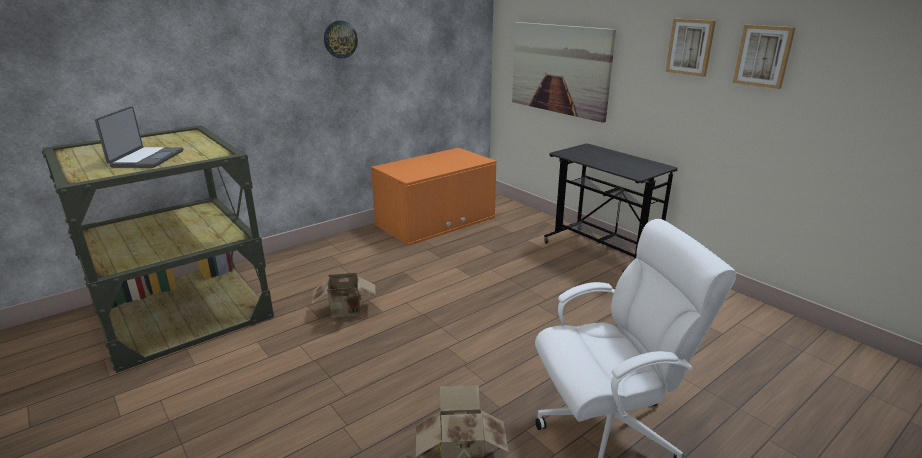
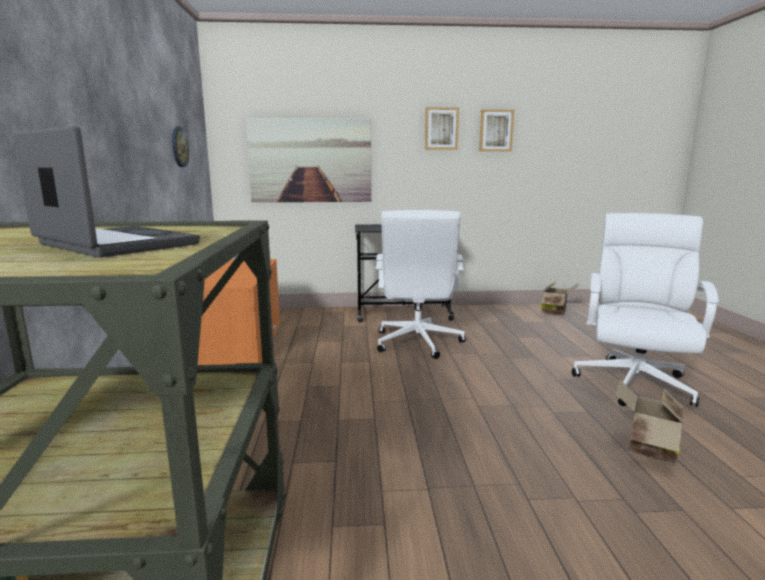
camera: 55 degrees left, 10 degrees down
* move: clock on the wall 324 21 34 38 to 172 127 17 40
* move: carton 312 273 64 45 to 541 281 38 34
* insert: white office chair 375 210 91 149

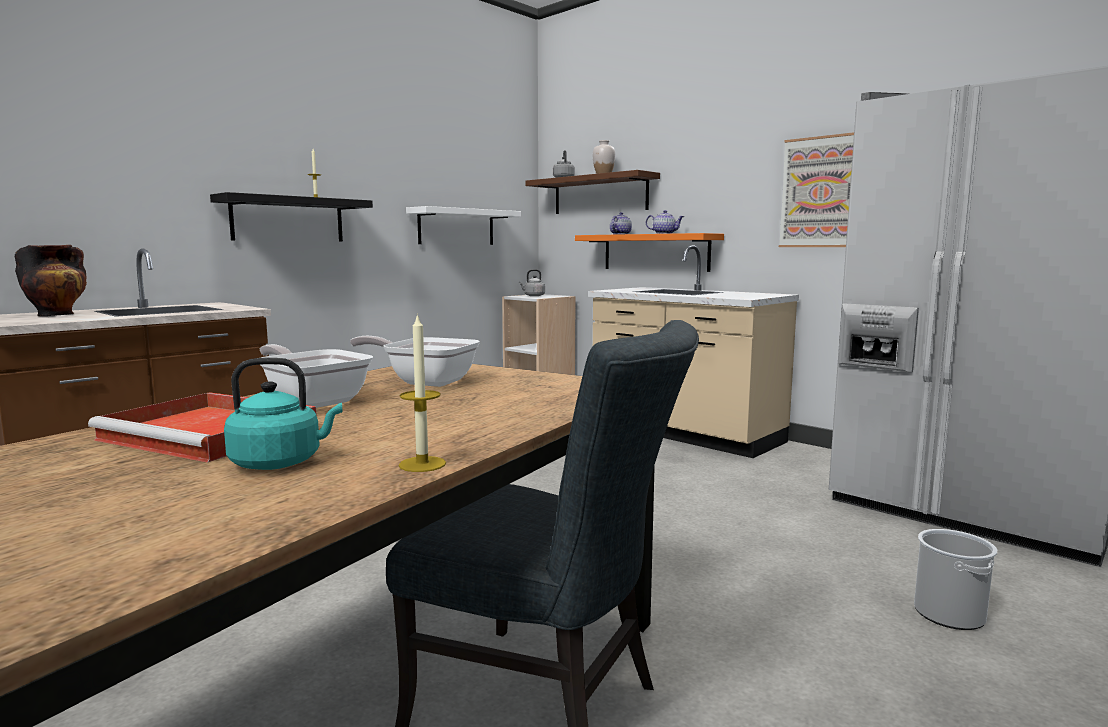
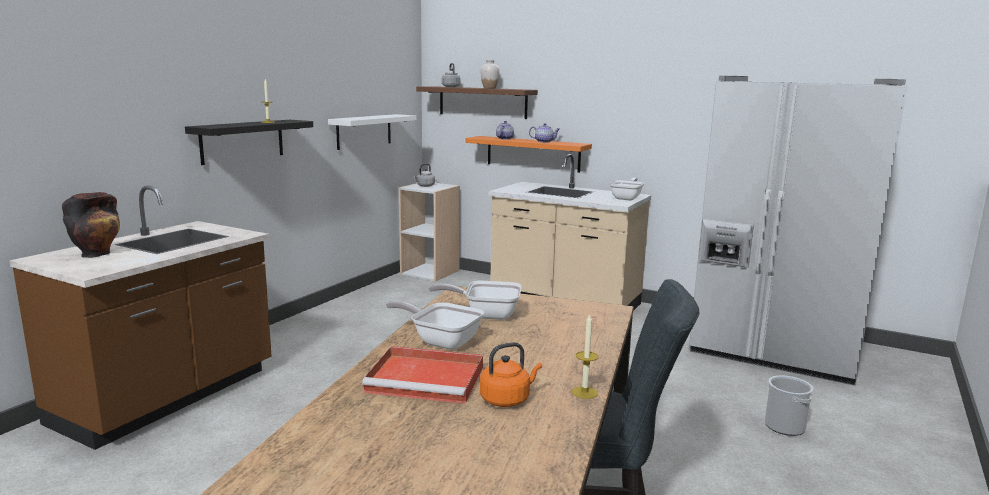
camera: 15 degrees left, 5 degrees up
* delete: wall art 779 132 75 115
* recolor: blue-green tea kettle 224 358 118 112 to orange-coloured tea kettle 480 342 62 65
* insert: skillet 609 178 35 22

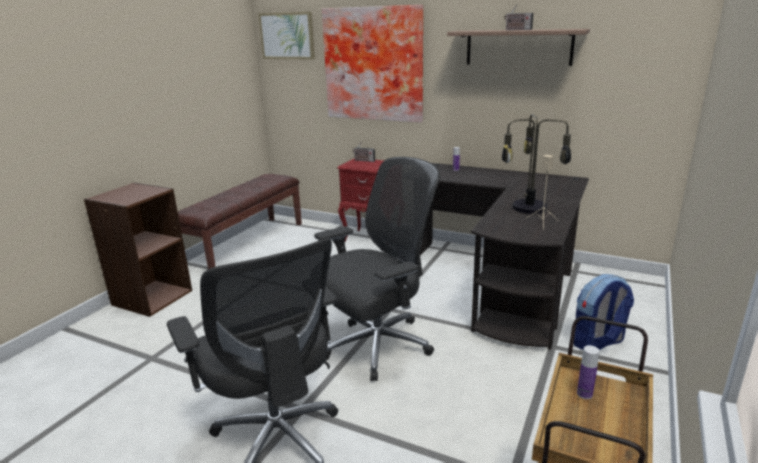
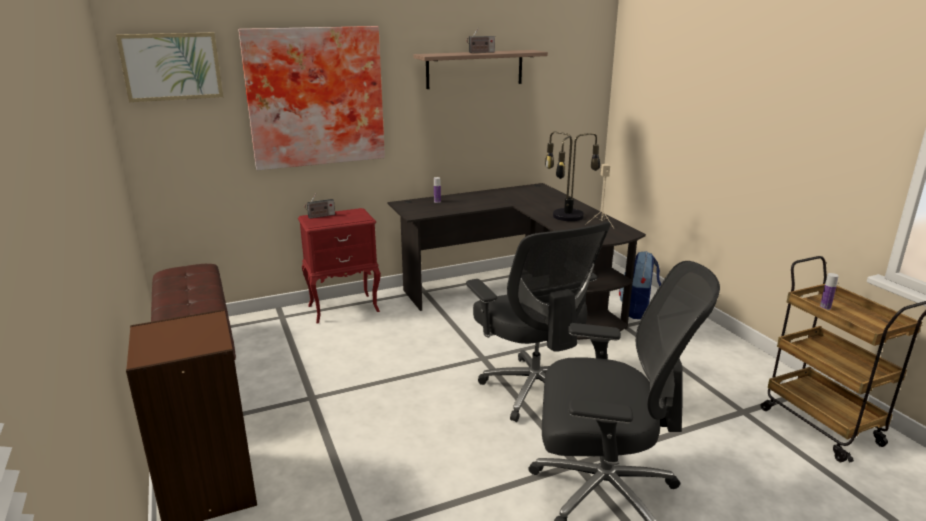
camera: 50 degrees left, 0 degrees up
* rotate: office chair 314 157 126 224 = 466 222 145 200 150 degrees clockwise

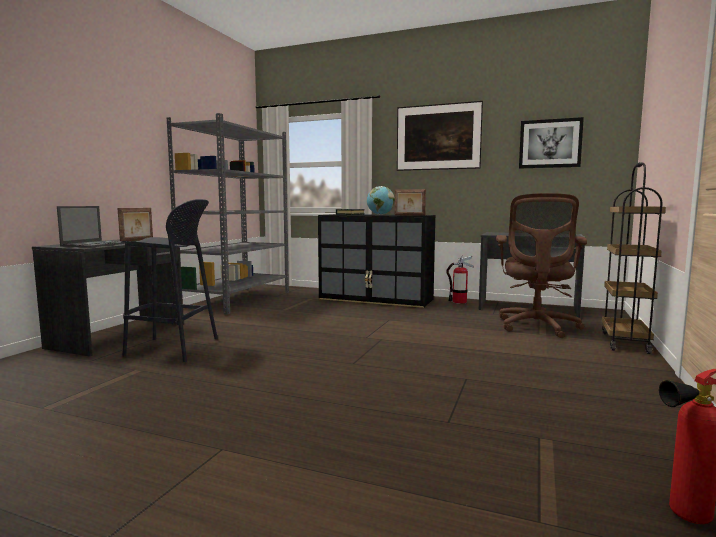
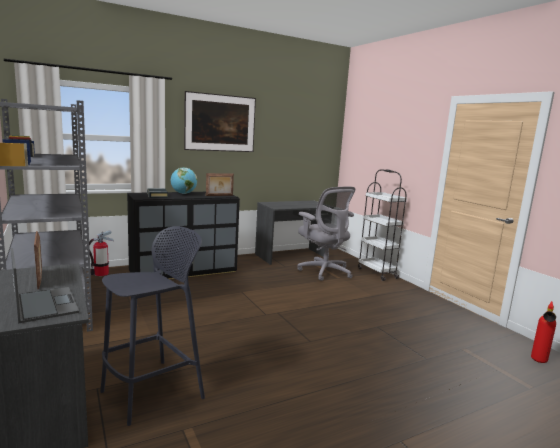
camera: 50 degrees left, 5 degrees up
* delete: wall art 519 117 65 51
* recolor: brown trolley 602 162 64 192 to white trolley 358 169 49 112
* recolor: brown office chair 496 193 91 145 to greyish office chair 297 187 58 94
* move: extinguisher 446 255 28 49 to 86 230 27 46

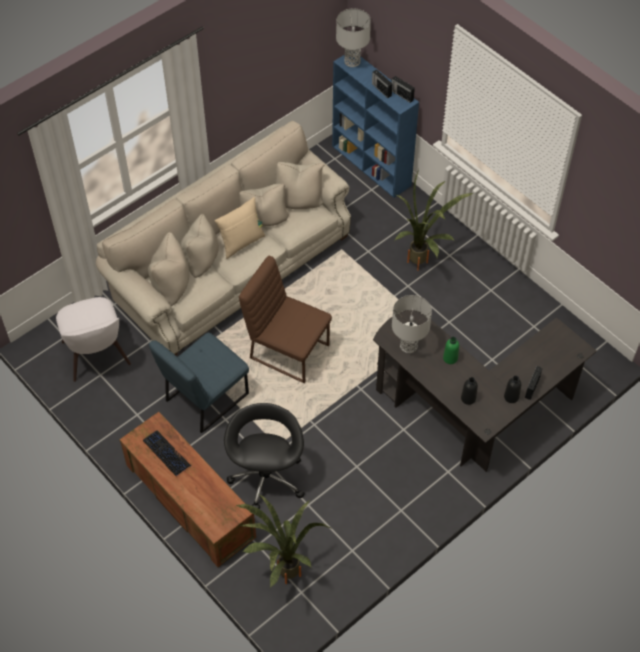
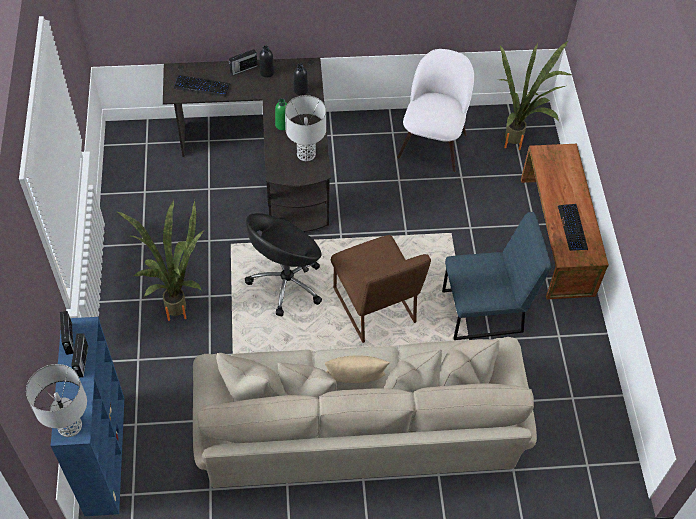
camera: 145 degrees left, 0 degrees up
* move: white plain chair 56 297 75 85 to 397 49 77 123
* move: black office chair 224 403 81 106 to 245 213 77 104
* insert: computer keyboard 174 75 56 22

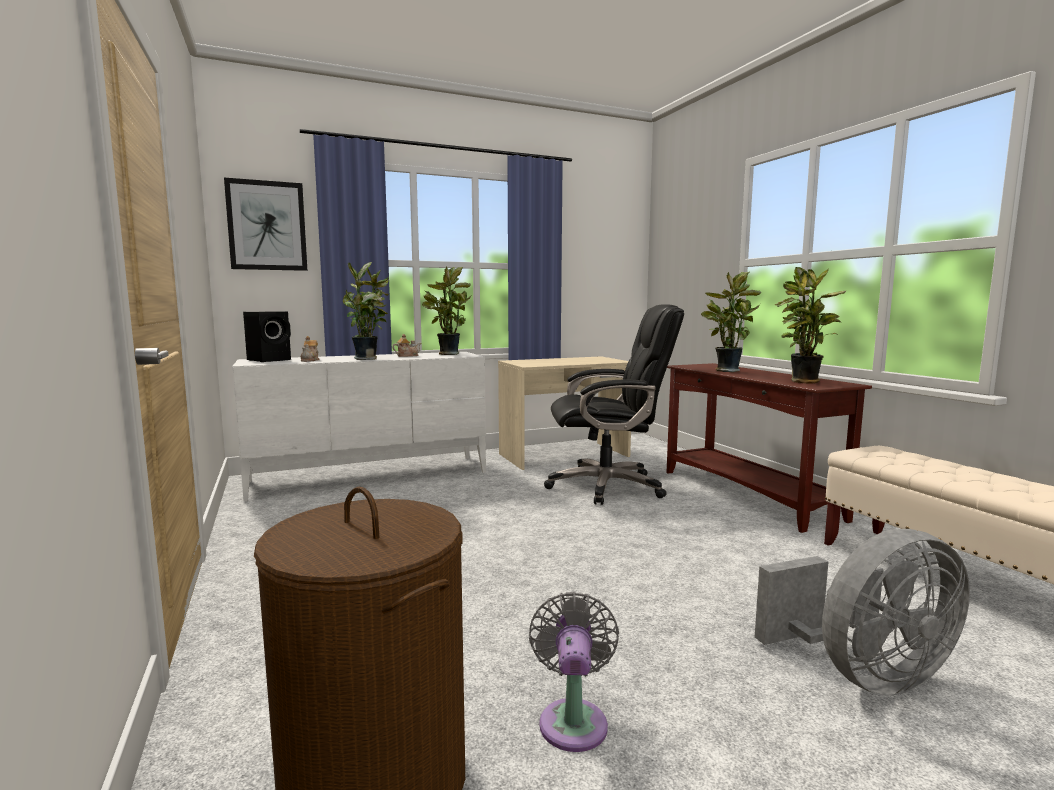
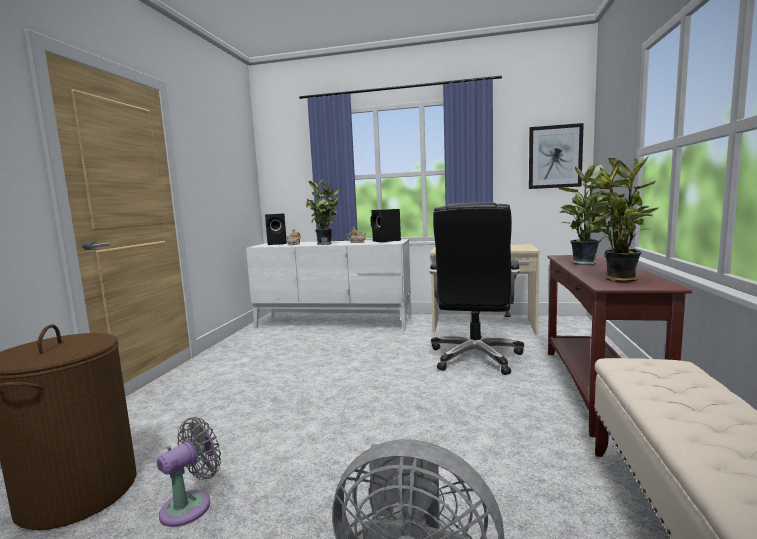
camera: 35 degrees right, 0 degrees up
* move: wall art 224 178 83 93 to 529 123 55 66
* replace: houseplant 422 266 49 89 to black loudspeaker 370 209 31 33
* rotate: black office chair 544 304 140 201 = 430 202 94 173 75 degrees clockwise

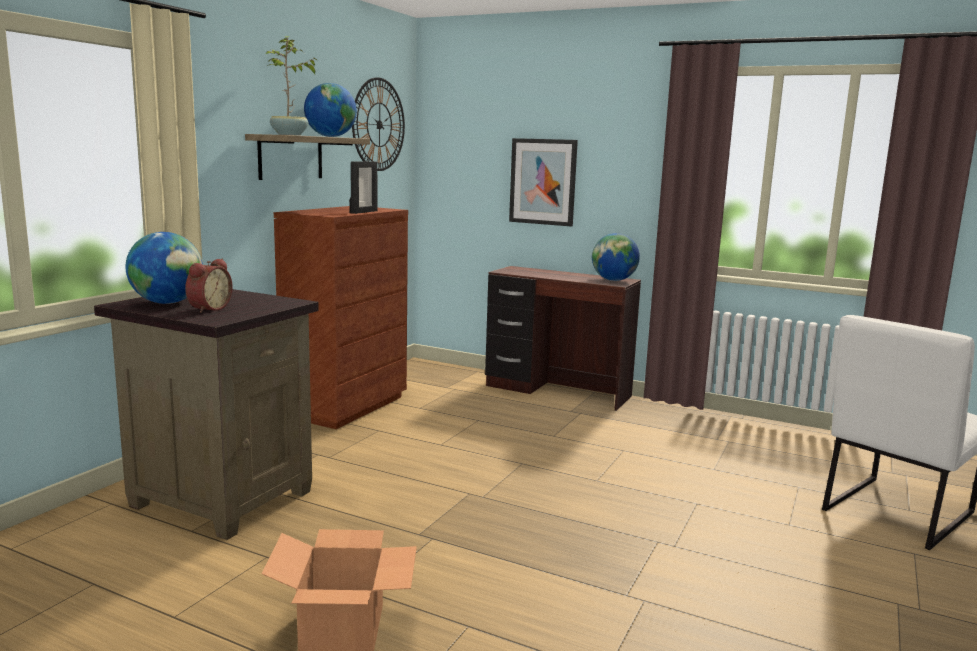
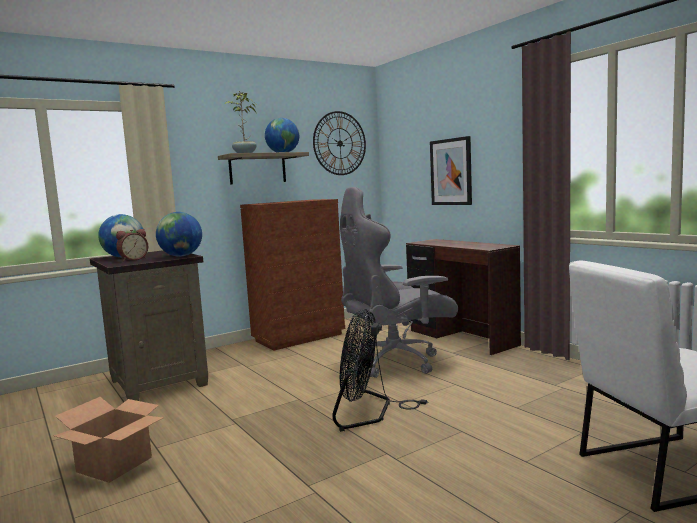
camera: 30 degrees right, 5 degrees down
* delete: picture frame 349 161 28 53
* move: desk globe 592 233 48 48 to 156 212 46 45
* insert: greyish office chair 340 187 118 191
* insert: black fan 332 309 97 123

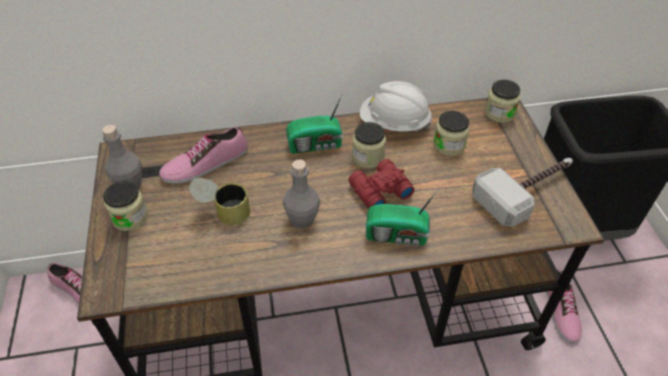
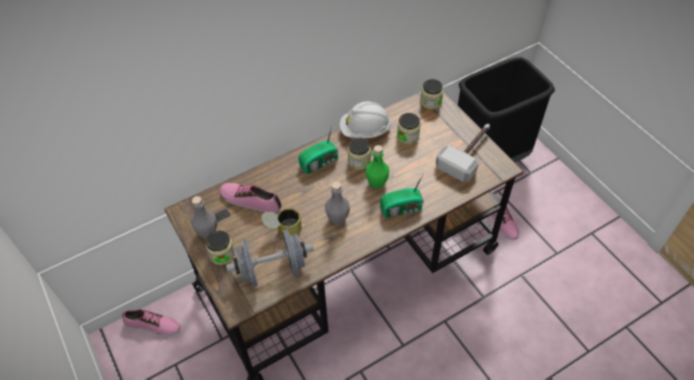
camera: 20 degrees left, 5 degrees up
* rotate: item of footwear 159 127 89 57 = 220 183 61 30 75 degrees clockwise
* replace: red-coloured field glasses 349 159 66 49 to green drink bottle 366 145 23 44
* insert: greyish hand weight 226 229 88 58

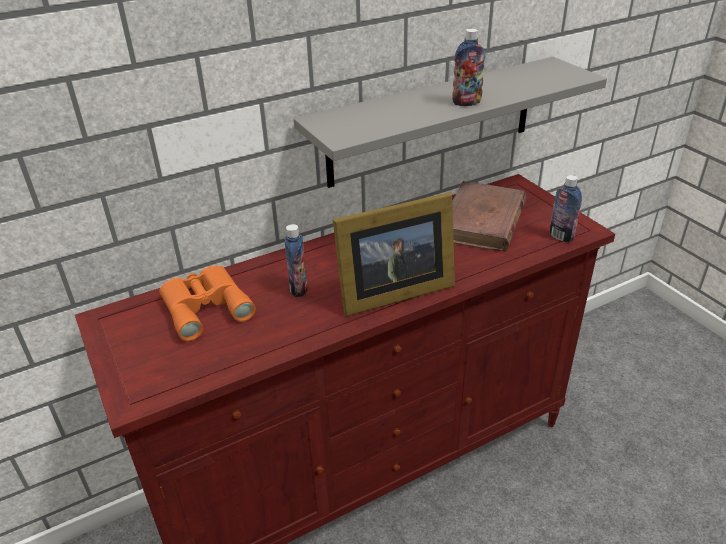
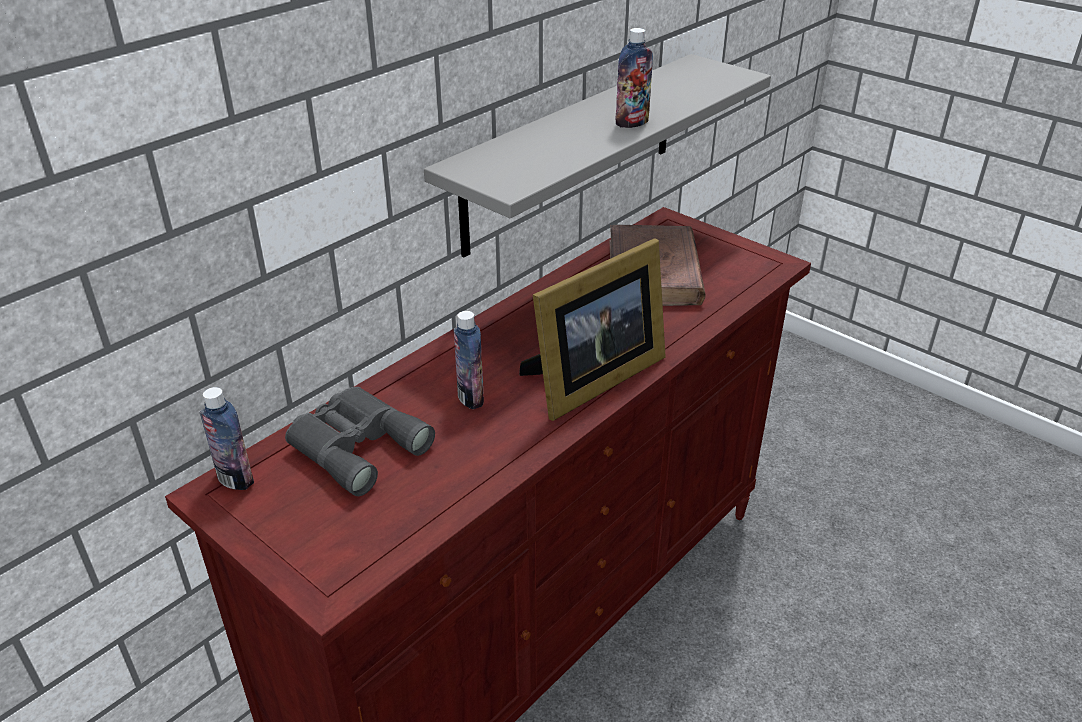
camera: 20 degrees left, 0 degrees up
* move: drink bottle 550 175 32 68 to 200 387 54 103
* recolor: orange-coloured field glasses 159 266 97 75 to greyish field glasses 285 387 150 109

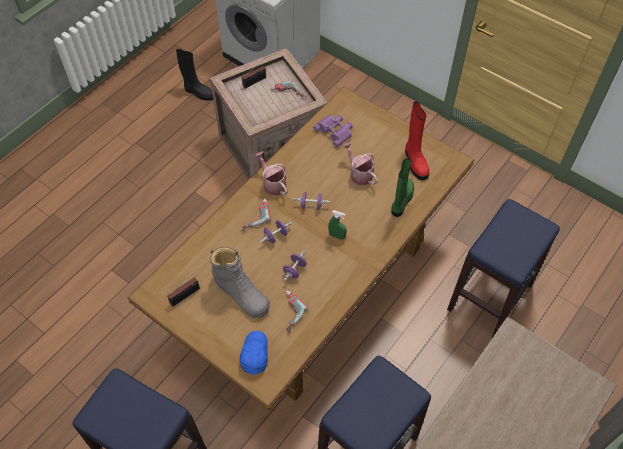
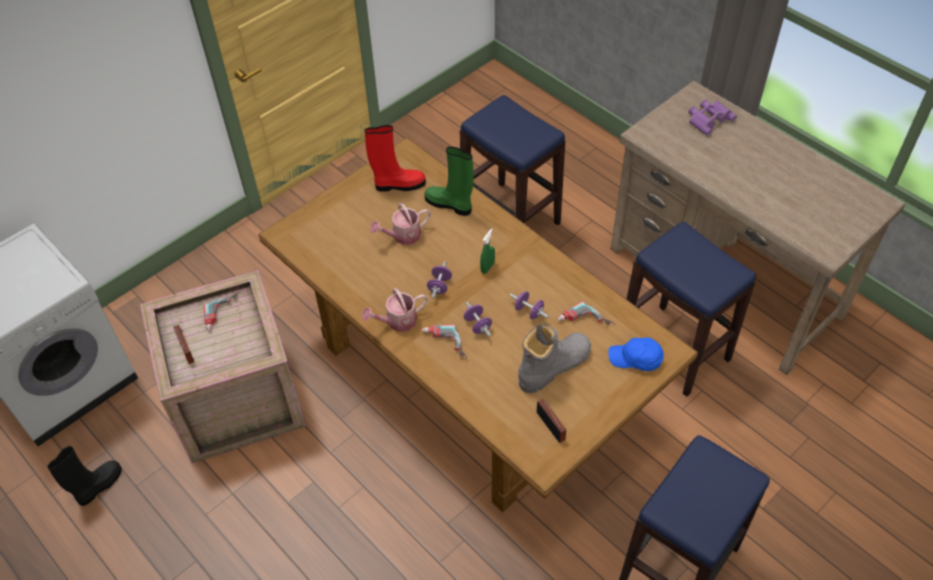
camera: 80 degrees left, 5 degrees down
* move: purple field glasses 313 115 40 33 to 689 100 48 36

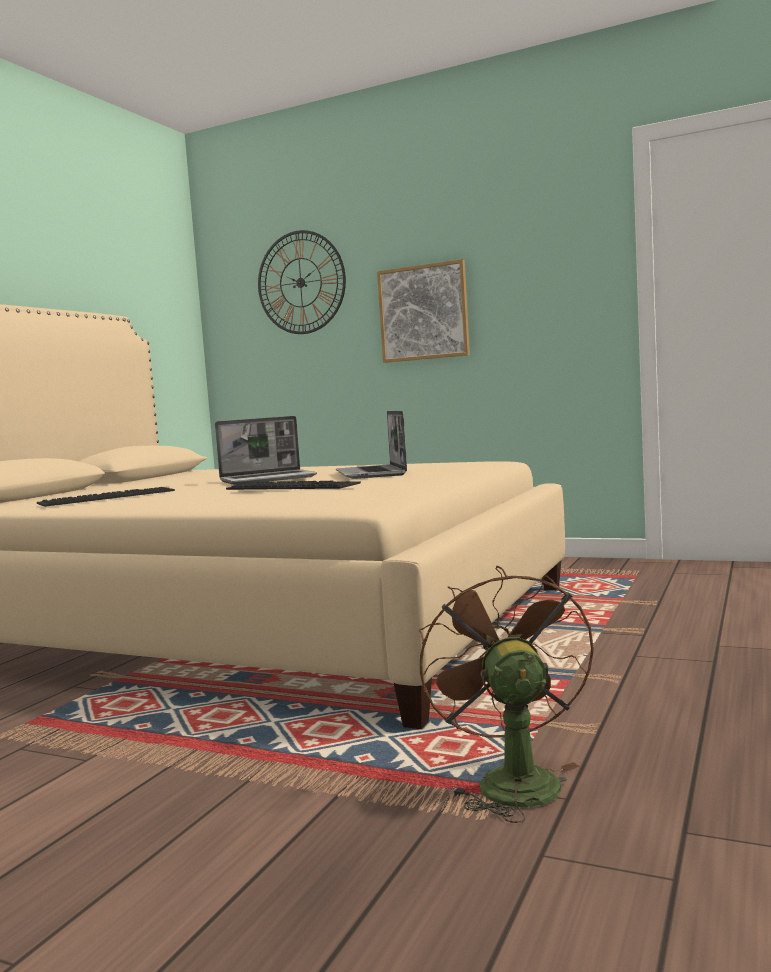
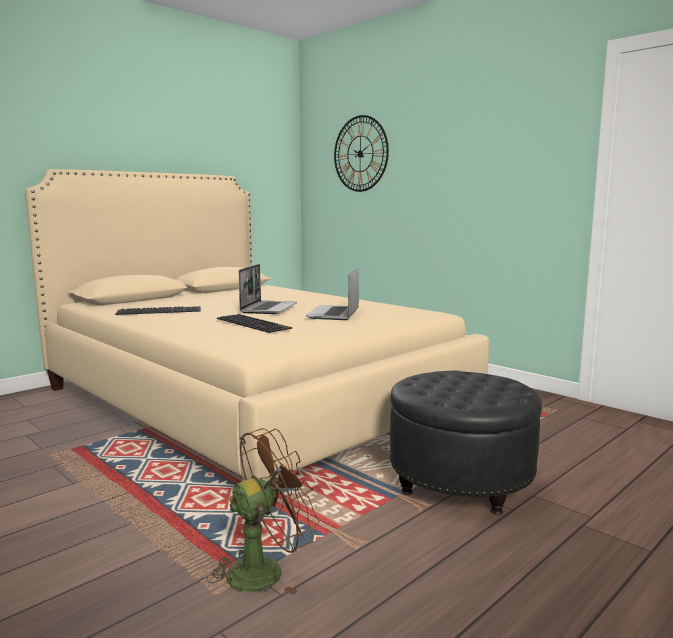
camera: 20 degrees right, 5 degrees up
* delete: wall art 377 259 93 104
* rotate: portable computer 215 416 102 69 = 239 264 58 50 75 degrees counterclockwise
* rotate: brown fan 419 566 175 257 = 207 428 113 167 45 degrees clockwise
* insert: black footrest 390 370 152 144

